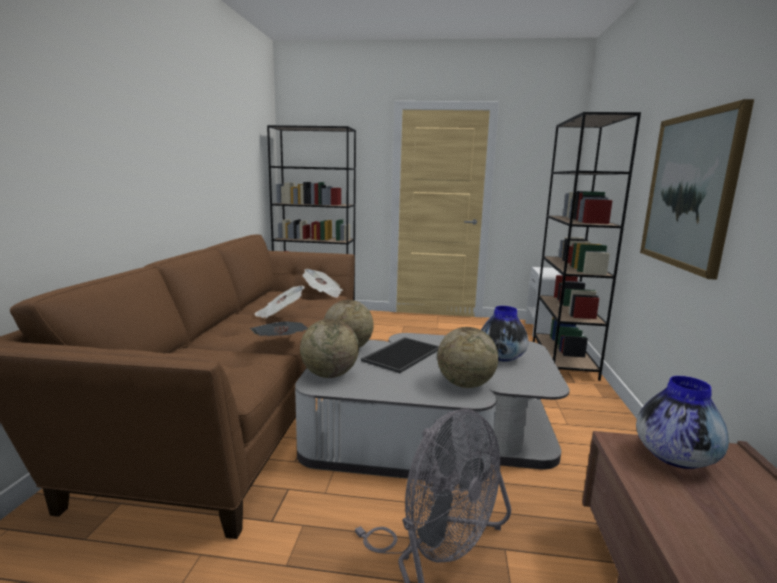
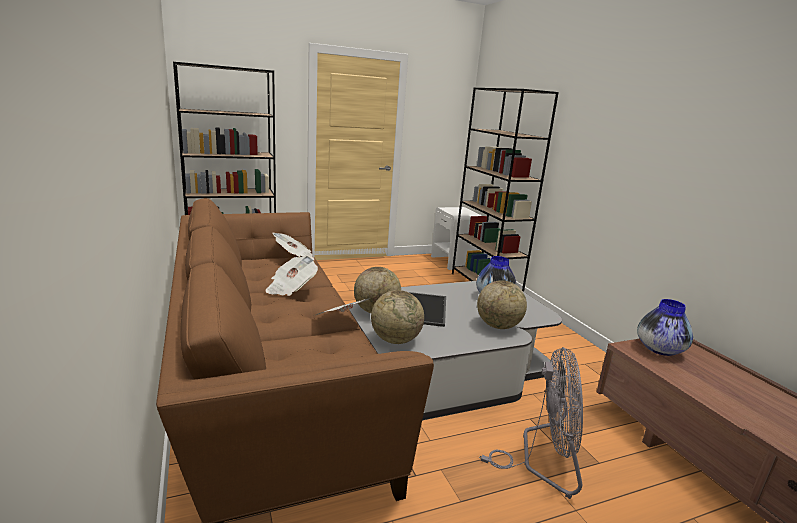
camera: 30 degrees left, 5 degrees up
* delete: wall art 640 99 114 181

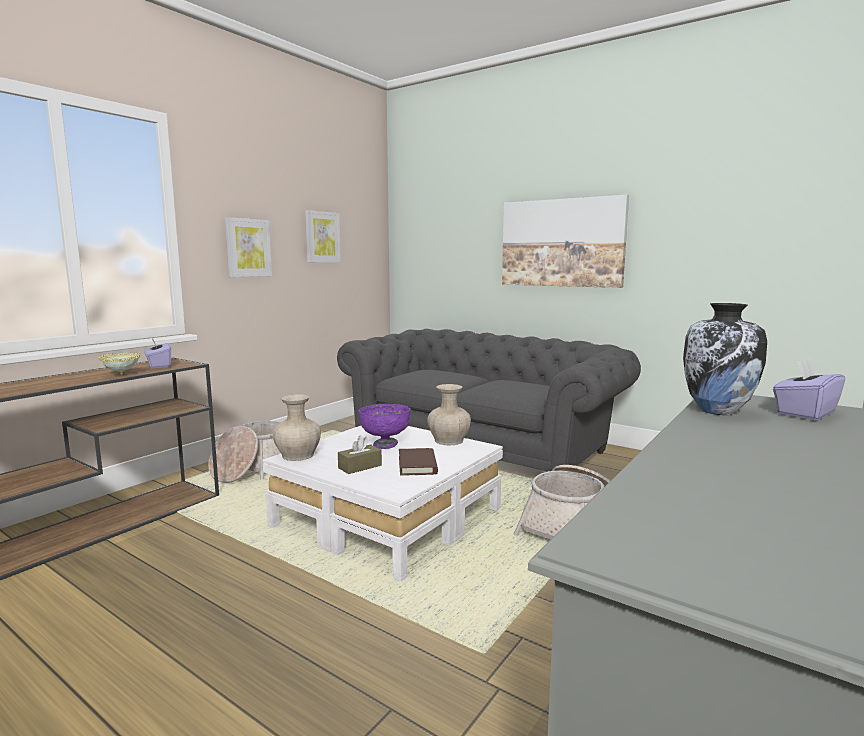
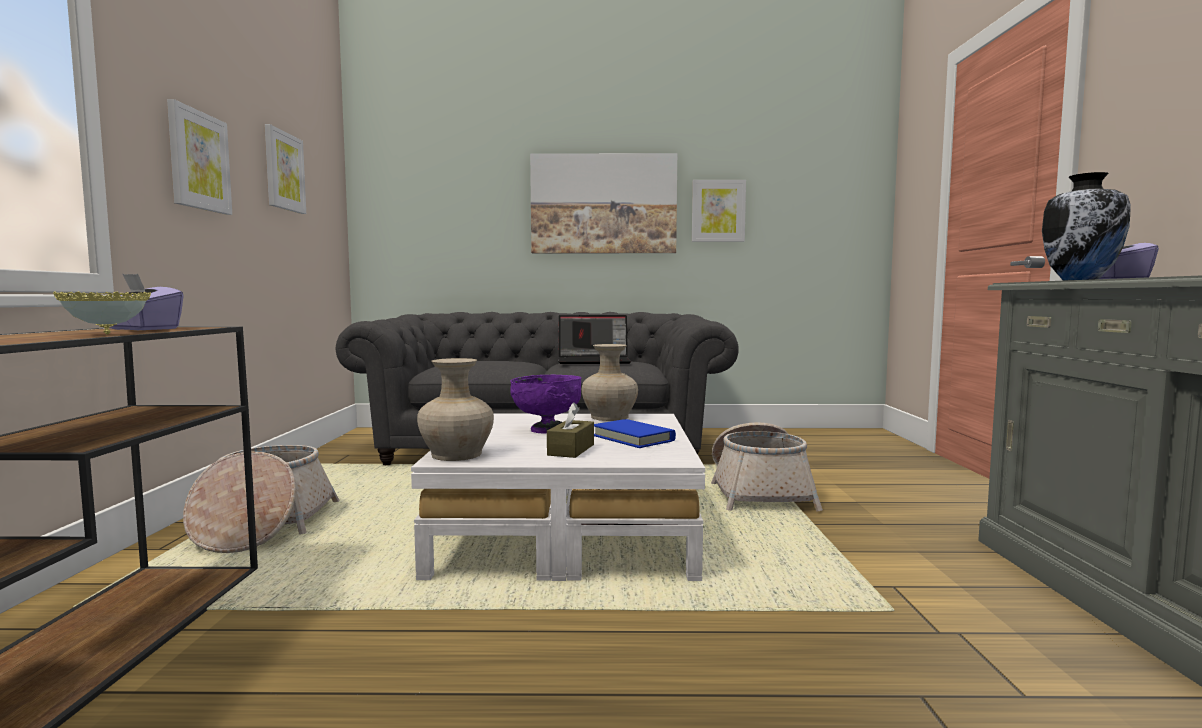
camera: 35 degrees left, 5 degrees down
* recolor: brown book 399 448 39 28 to bluish book 594 419 82 29
* insert: wall art 692 180 54 62
* insert: portable computer 558 315 73 49

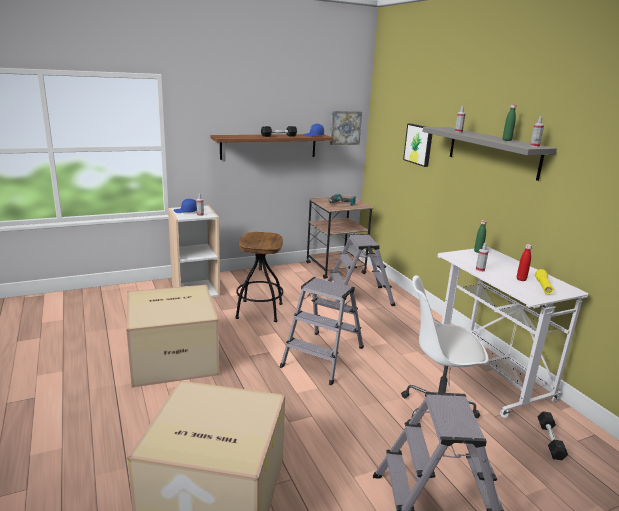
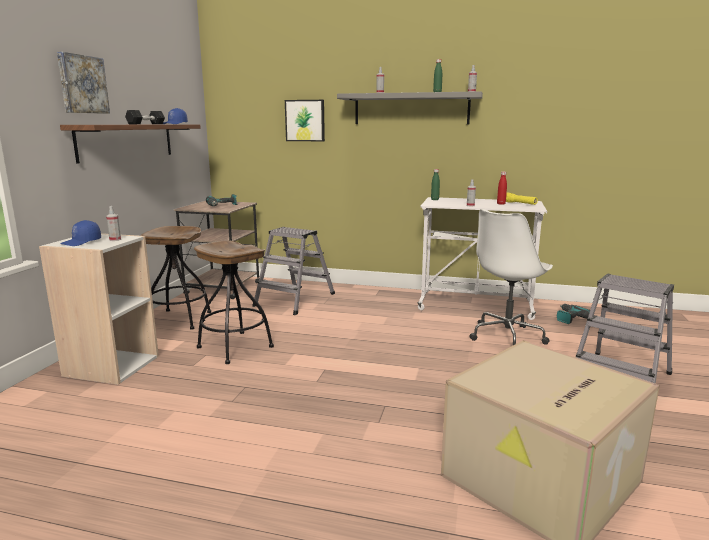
camera: 50 degrees left, 5 degrees down
* move: wall art 330 111 32 34 to 57 52 53 62
* delete: greyish stepladder 280 277 84 108
* delete: carton 126 285 93 102
* replace: black hand weight 538 411 30 49 to electric drill 557 304 33 20
* insert: brown stool seat 140 226 71 104

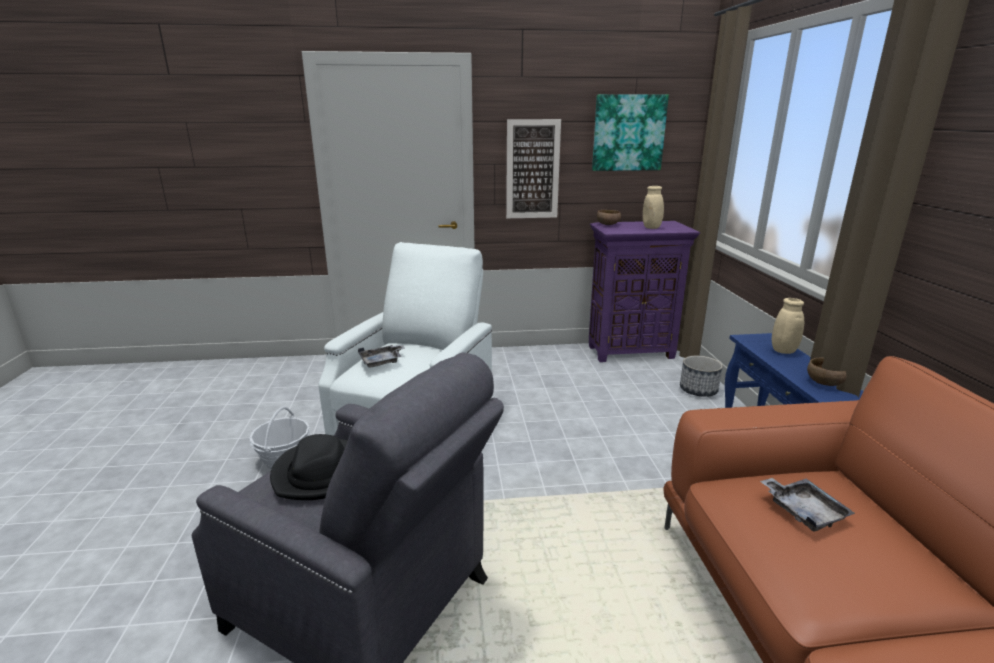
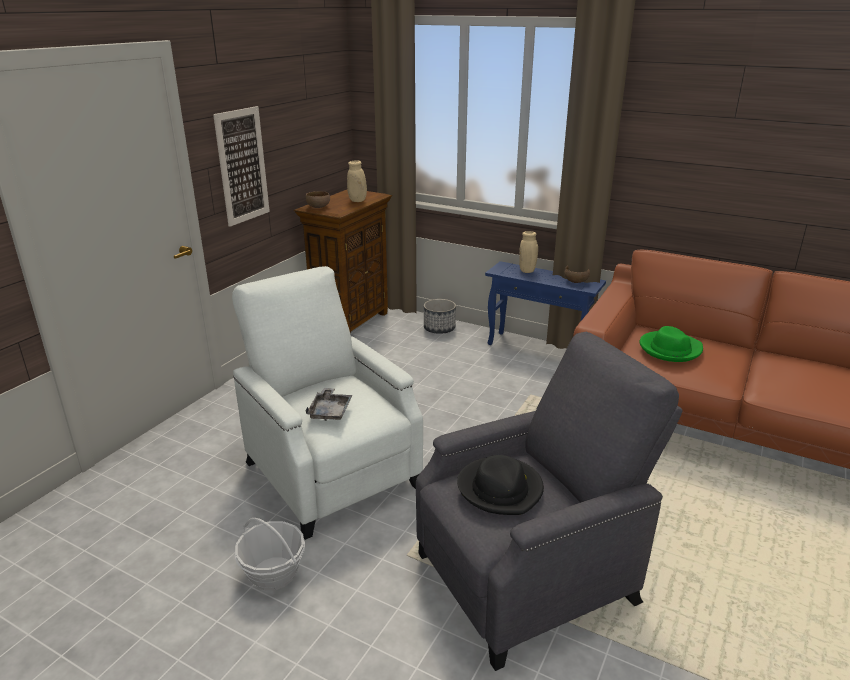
camera: 55 degrees left, 5 degrees up
* delete: wall art 592 94 77 77
* recolor: purple cupboard 589 221 112 141 to brown cupboard 294 190 98 142
* replace: greyish tray 760 477 95 55 to green wearable hat 640 326 63 36

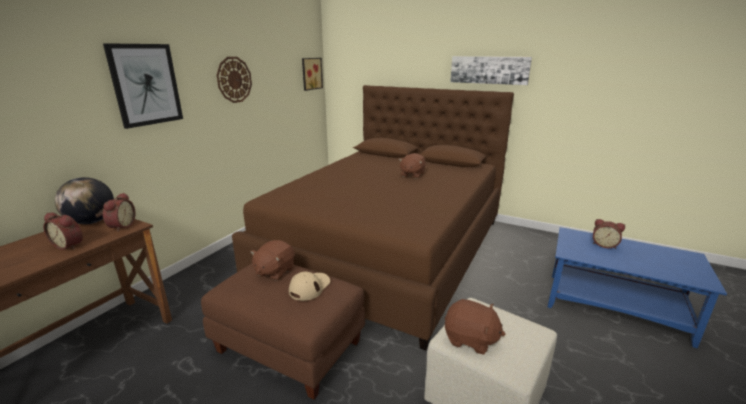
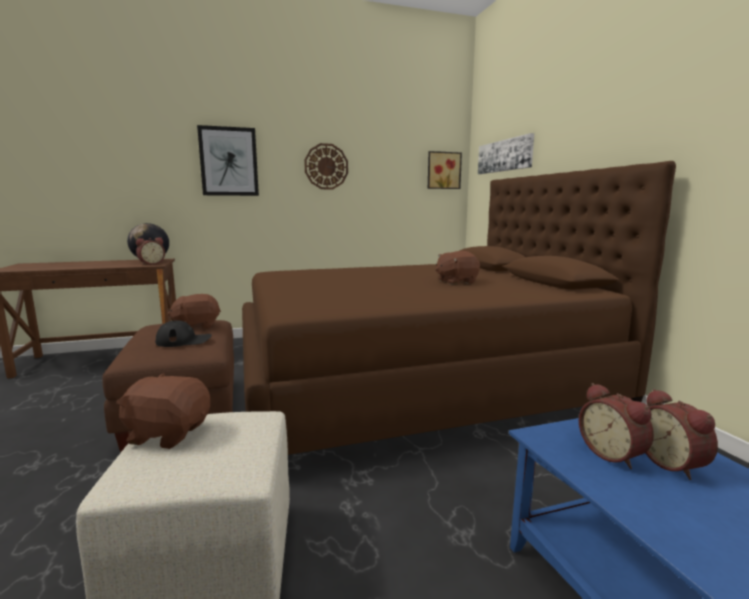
camera: 45 degrees right, 10 degrees down
* move: wall art 450 56 82 29 to 478 133 56 41
* move: alarm clock 43 213 40 37 to 579 383 75 86
* recolor: beige peaked cap 289 272 41 29 to black peaked cap 155 320 57 27
* rotate: brown cuddly toy 445 299 60 56 = 116 373 94 76 120 degrees clockwise

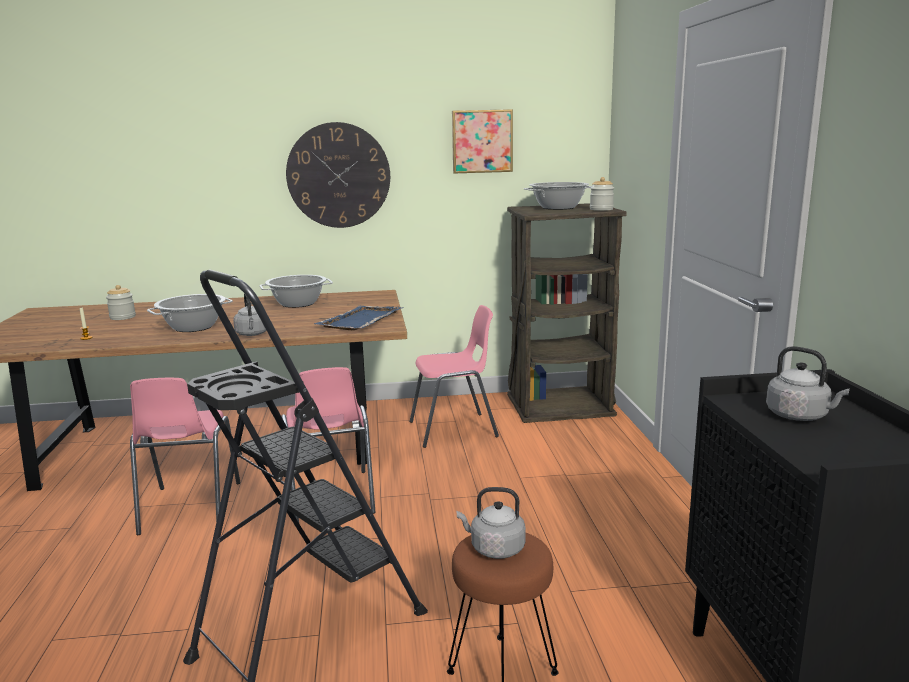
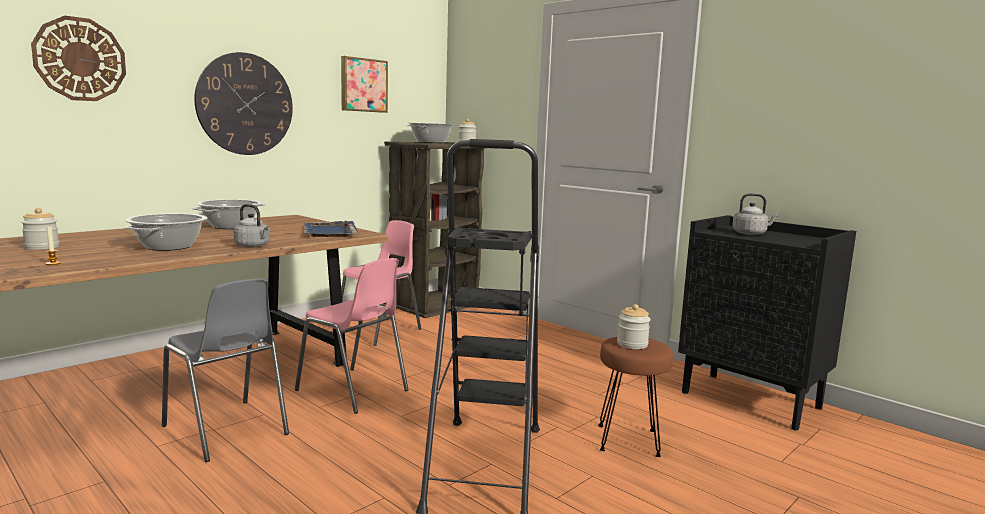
camera: 40 degrees left, 5 degrees down
* recolor: pink plain chair 130 378 110 157 to greyish plain chair 162 279 127 183
* replace: greyish tea kettle 457 487 69 72 to preserve jar 617 304 34 45
* insert: clock on the wall 31 16 95 85

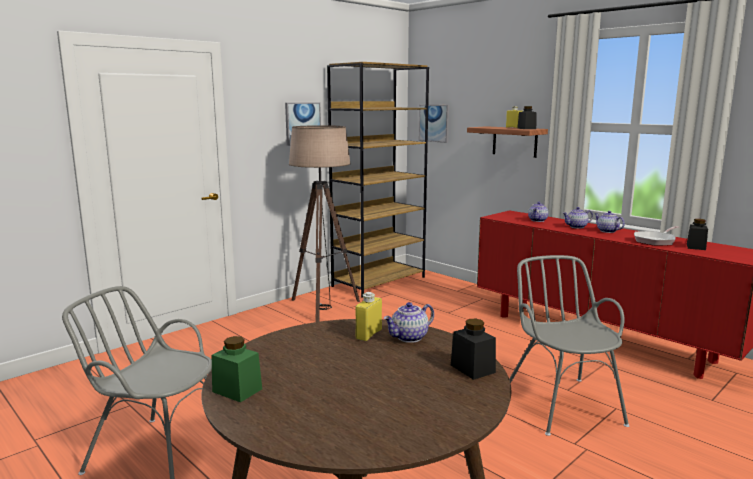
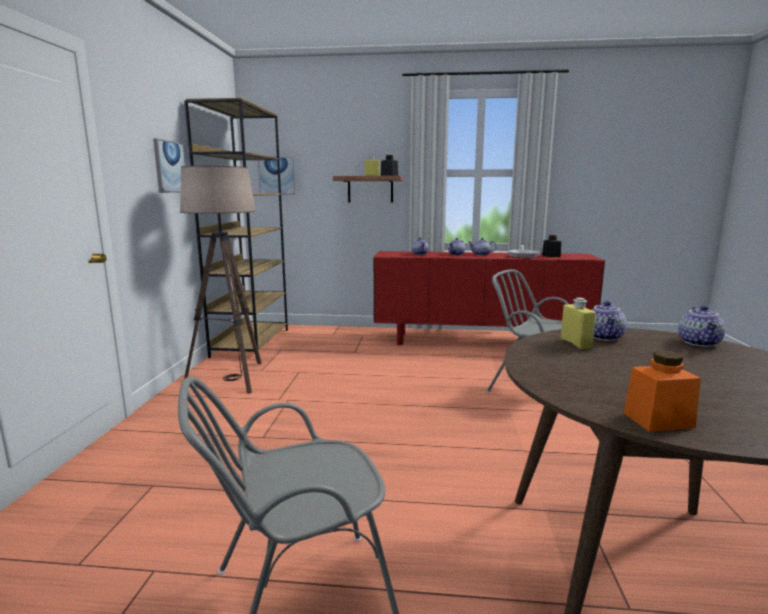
camera: 40 degrees left, 0 degrees up
* replace: black preserve jar 451 319 45 61 to pot for tea 678 305 48 42
* recolor: green preserve jar 212 336 50 67 to orange-coloured preserve jar 624 350 77 82

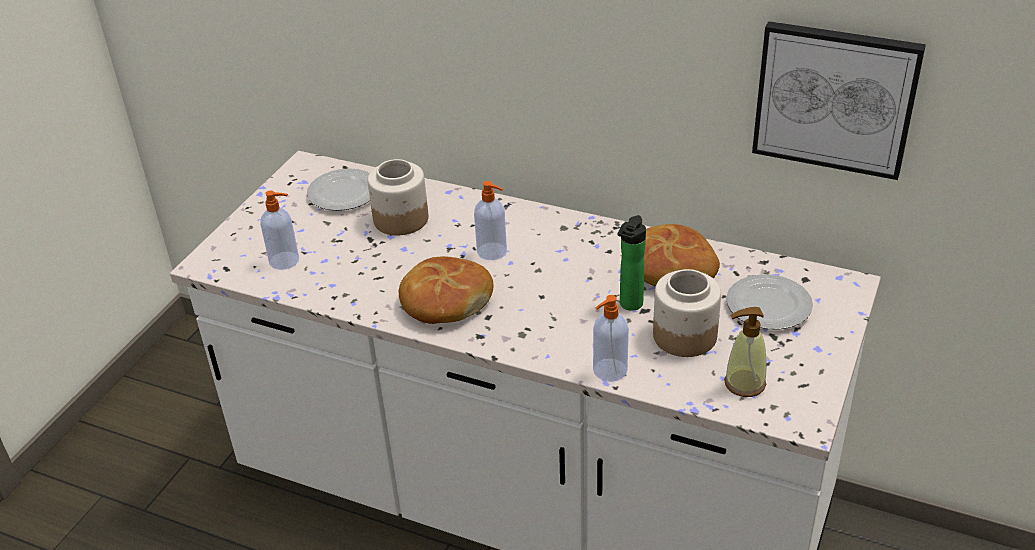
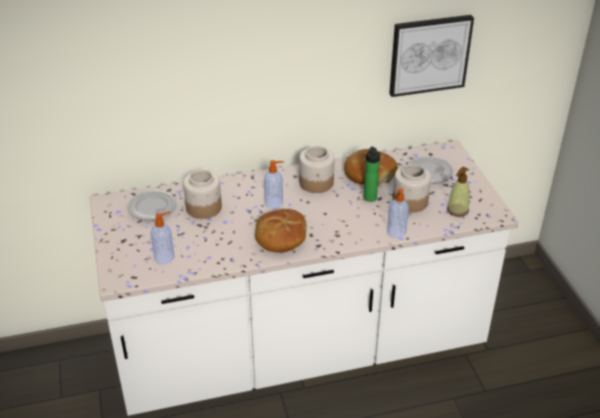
camera: 40 degrees left, 0 degrees up
* insert: preserve jar 299 146 36 47

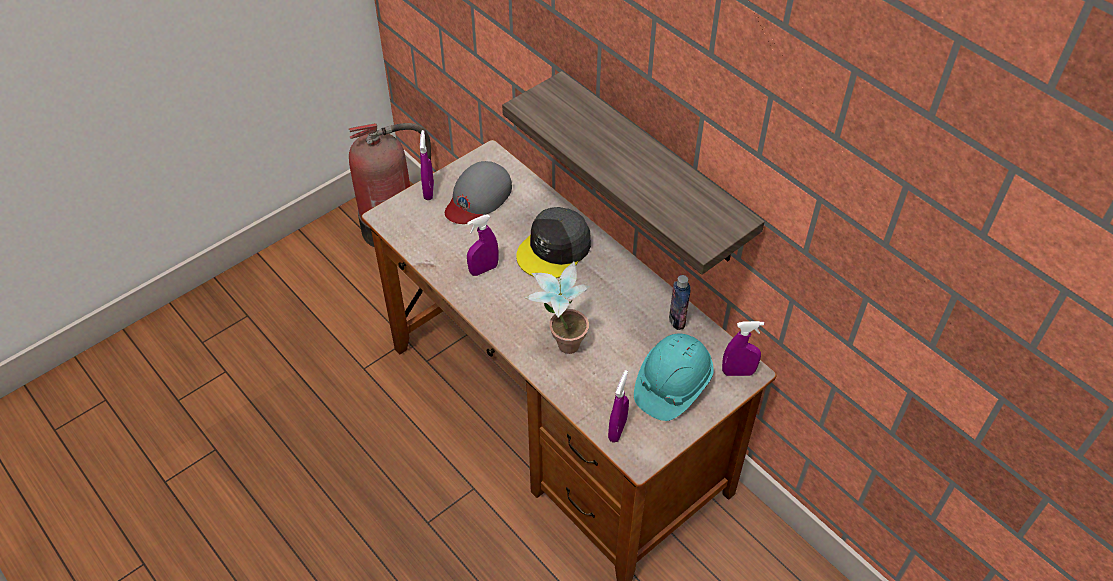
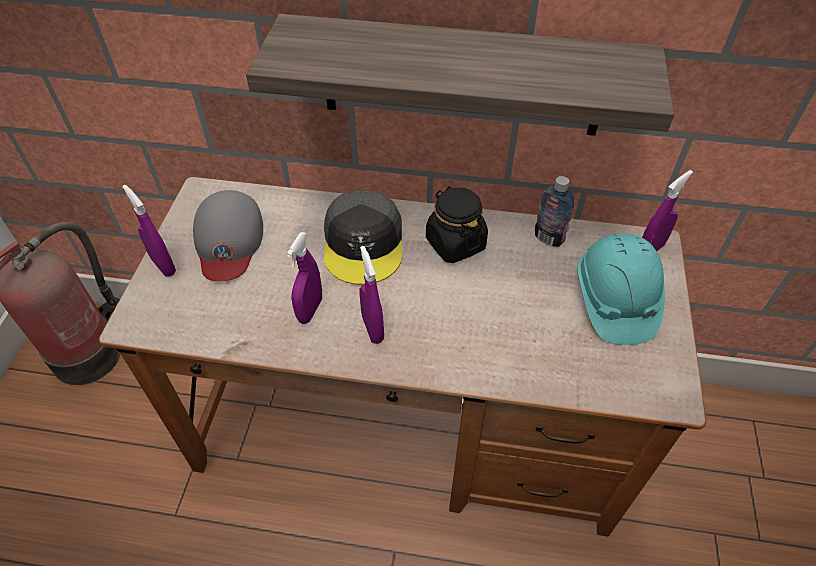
camera: 40 degrees left, 0 degrees up
* delete: houseplant 525 261 64 93
* move: purple spray bottle 608 370 21 72 to 359 246 25 98
* insert: black preserve jar 426 186 62 77

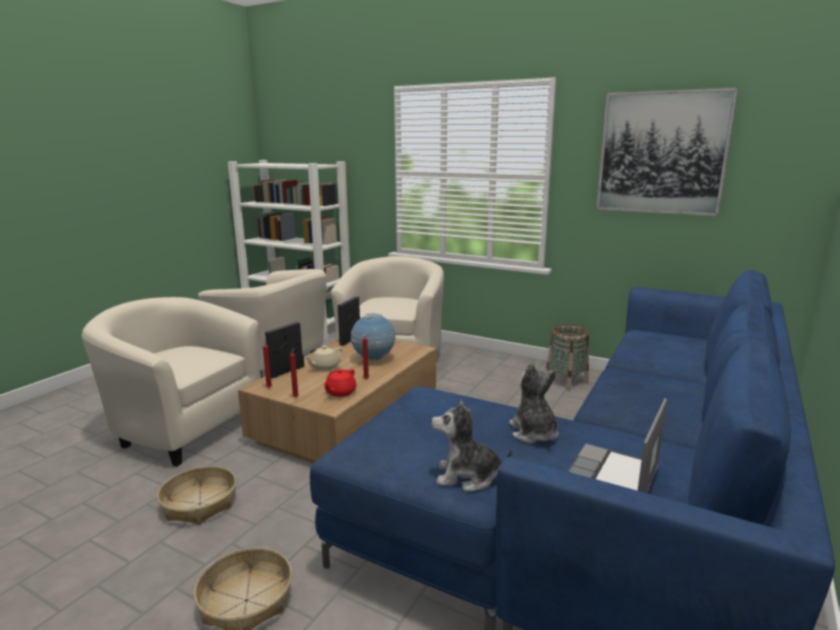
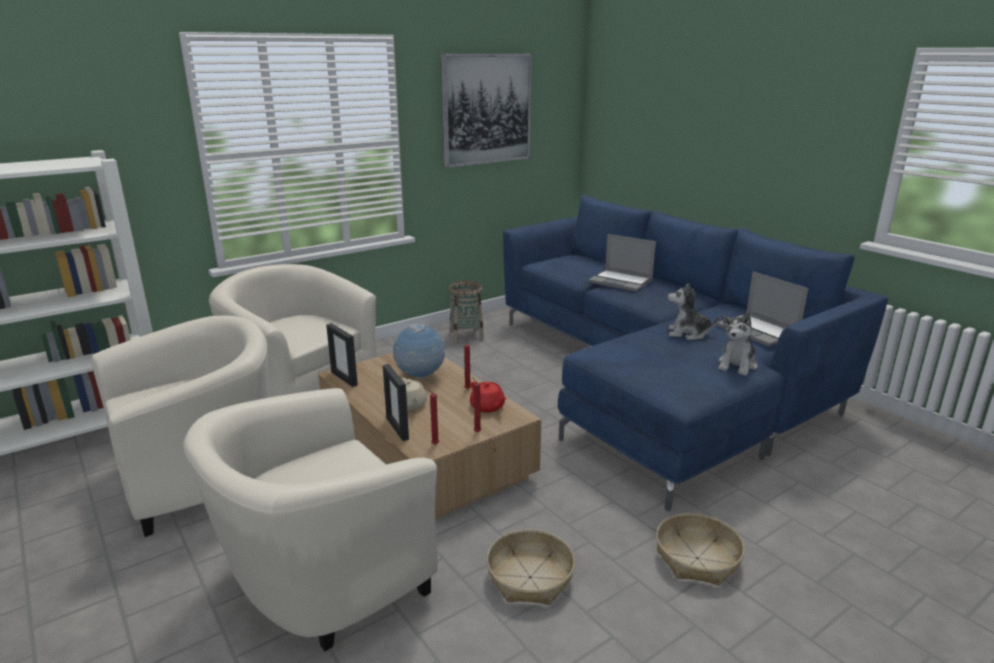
camera: 65 degrees left, 5 degrees up
* insert: portable computer 589 234 67 58

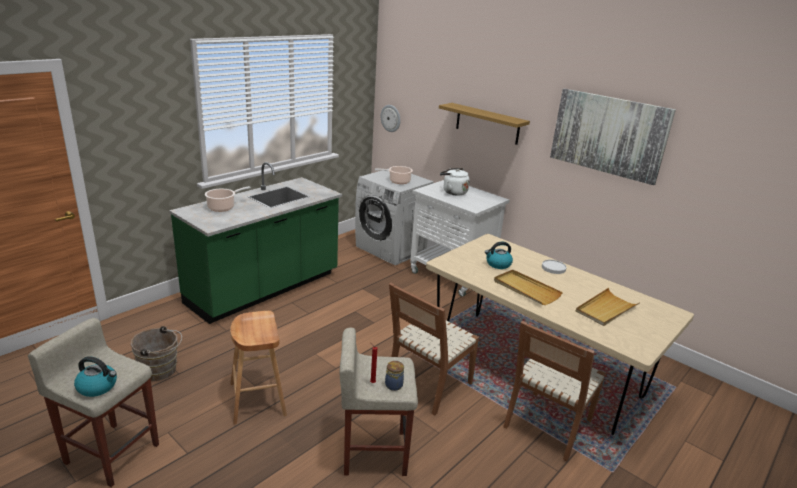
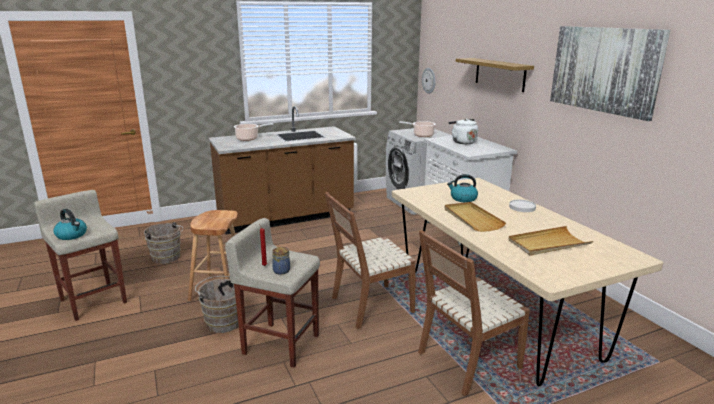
camera: 25 degrees right, 5 degrees down
* recolor: green counter 169 162 173 162 to brown counter 209 106 147 129
* insert: brown bucket 195 276 44 57

